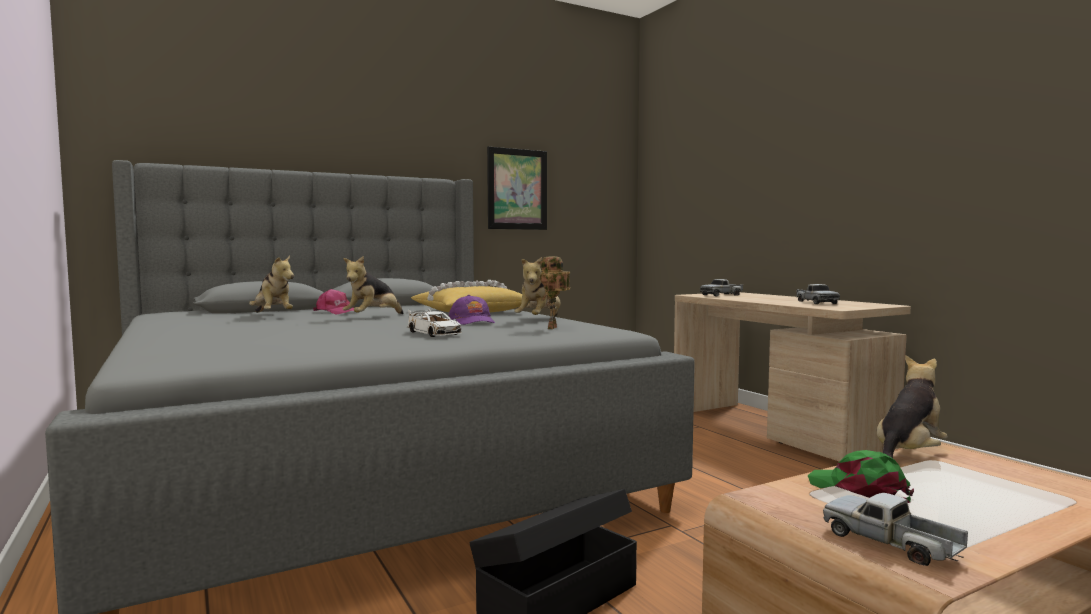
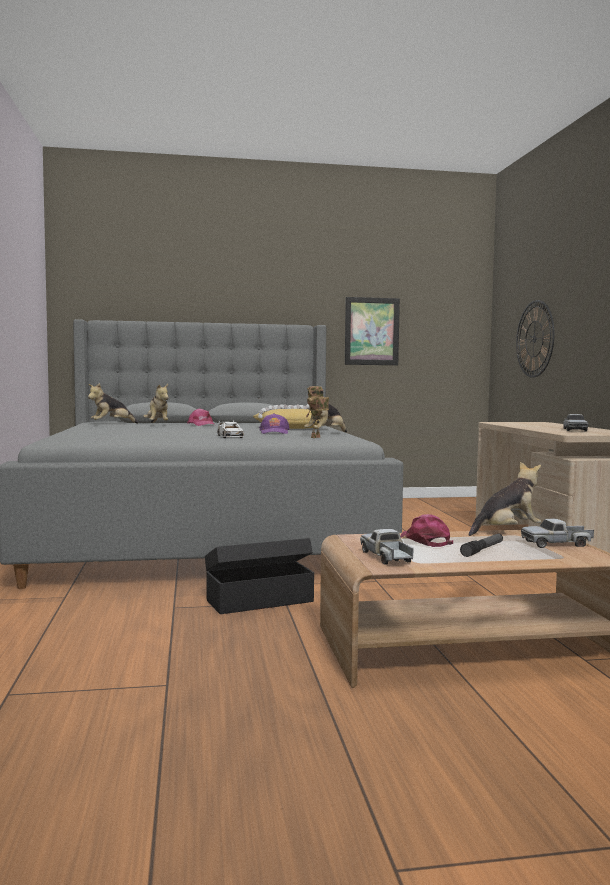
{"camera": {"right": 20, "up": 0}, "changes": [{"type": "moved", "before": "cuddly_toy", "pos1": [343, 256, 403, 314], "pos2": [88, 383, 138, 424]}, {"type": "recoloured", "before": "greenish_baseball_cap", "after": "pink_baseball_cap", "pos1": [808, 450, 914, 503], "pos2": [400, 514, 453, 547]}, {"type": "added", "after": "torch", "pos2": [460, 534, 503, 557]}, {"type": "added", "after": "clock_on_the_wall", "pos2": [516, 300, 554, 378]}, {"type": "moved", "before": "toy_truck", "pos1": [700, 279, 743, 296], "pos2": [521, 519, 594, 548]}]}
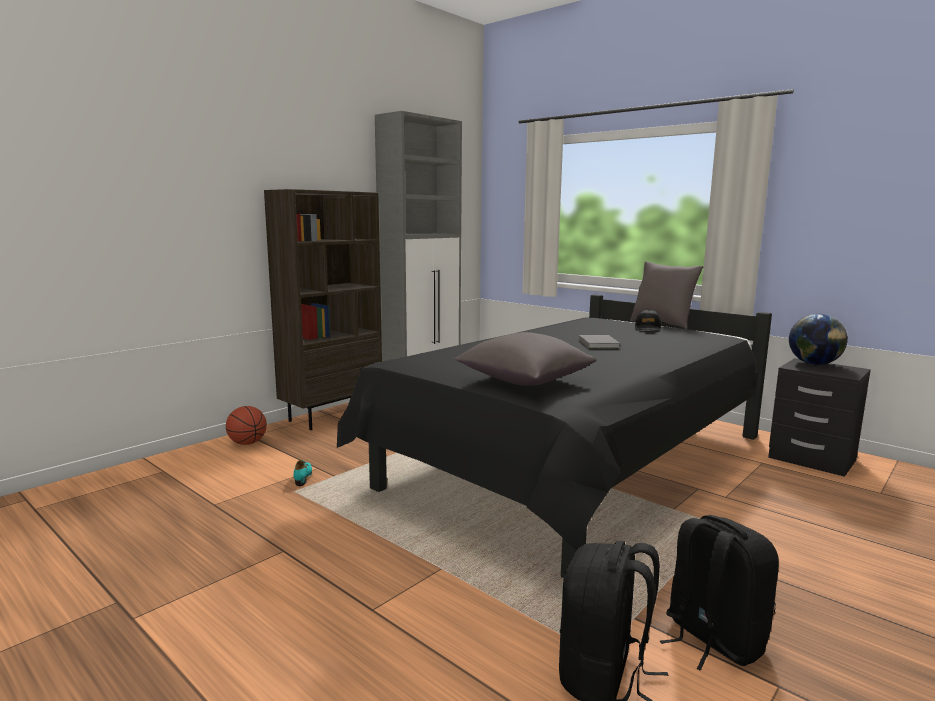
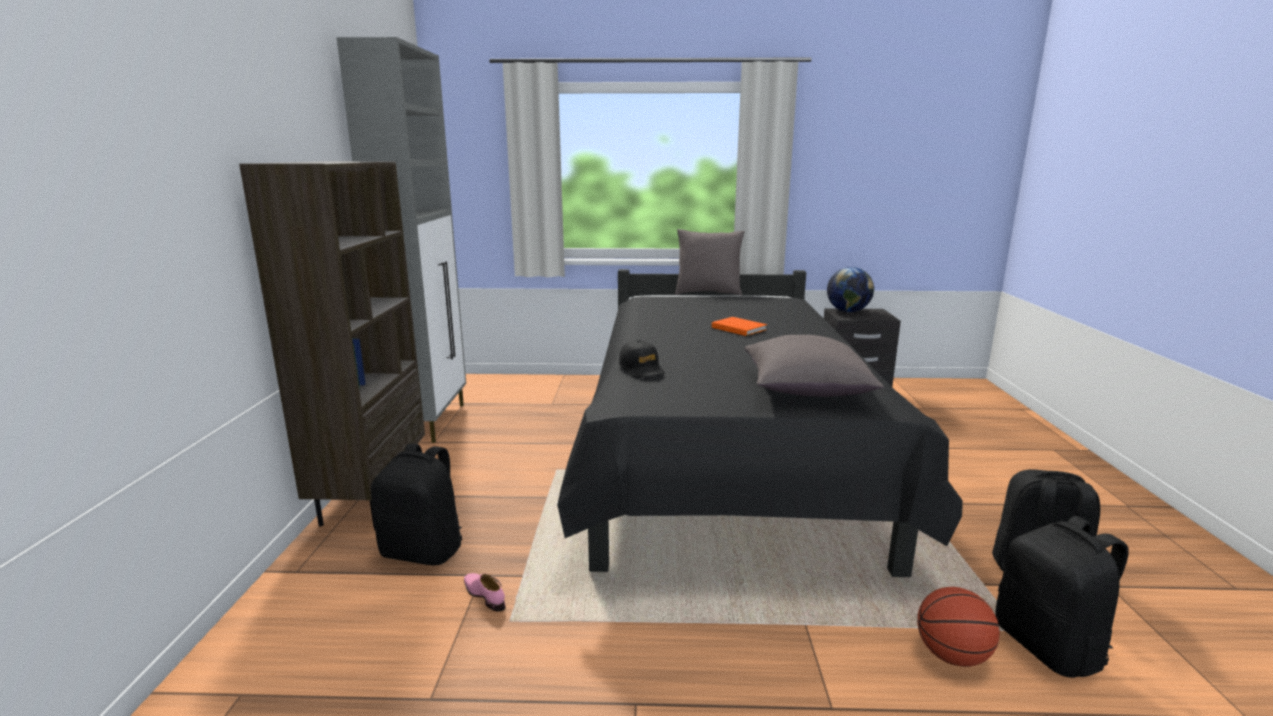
{"camera": {"right": -40, "up": 5}, "changes": [{"type": "added", "after": "black_knapsack", "pos2": [371, 443, 462, 566]}, {"type": "recoloured", "before": "turquoise_shoe", "after": "pink_shoe", "pos1": [293, 460, 312, 486], "pos2": [464, 573, 505, 612]}, {"type": "moved", "before": "black_baseball_cap", "pos1": [635, 309, 661, 332], "pos2": [619, 340, 665, 377]}, {"type": "recoloured", "before": "greyish_bound_book", "after": "orangey_bound_book", "pos1": [579, 335, 620, 349], "pos2": [712, 317, 767, 336]}, {"type": "moved", "before": "basketball", "pos1": [226, 406, 267, 445], "pos2": [917, 587, 1000, 667]}]}
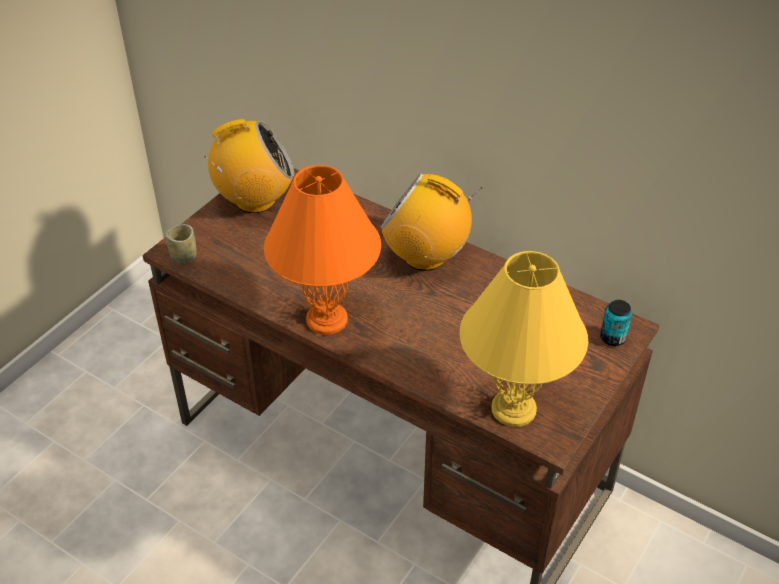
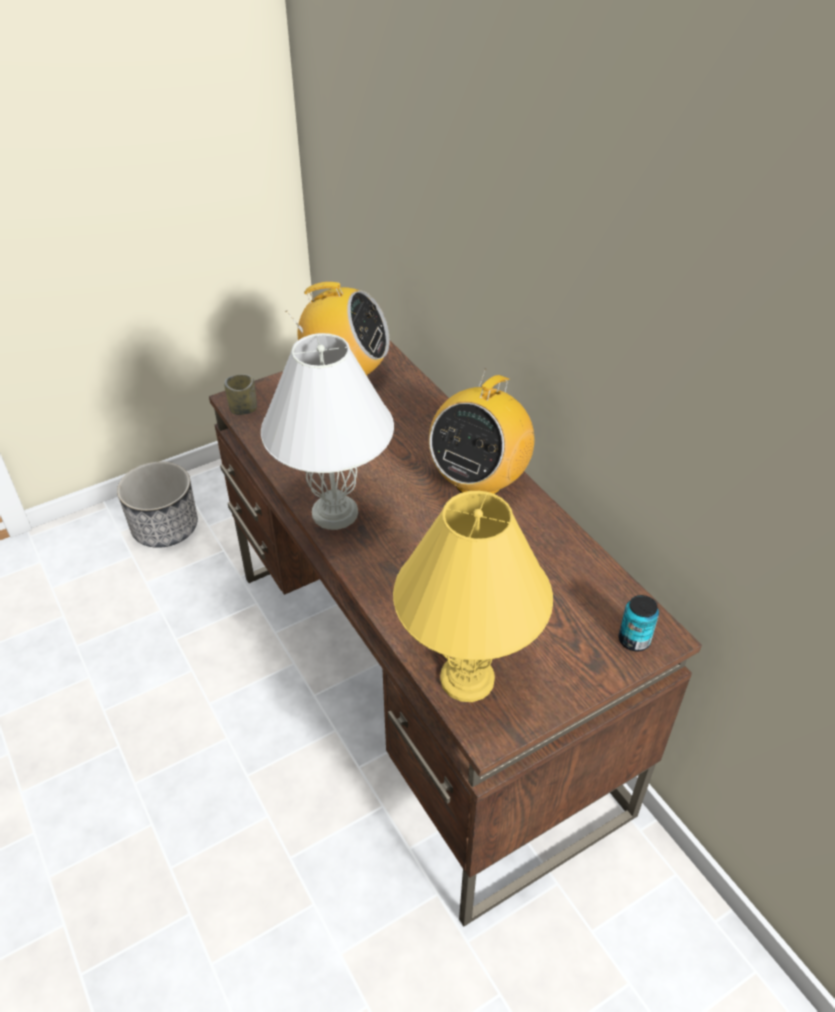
{"camera": {"right": 25, "up": 0}, "changes": [{"type": "added", "after": "planter", "pos2": [117, 461, 198, 548]}, {"type": "recoloured", "before": "orangey_tabletop_lamp", "after": "white-coloured_tabletop_lamp", "pos1": [264, 165, 381, 335], "pos2": [261, 333, 394, 530]}, {"type": "turned", "before": "radio_receiver", "pos1": [380, 173, 483, 271], "pos2": [429, 368, 534, 494], "turn": -105}]}
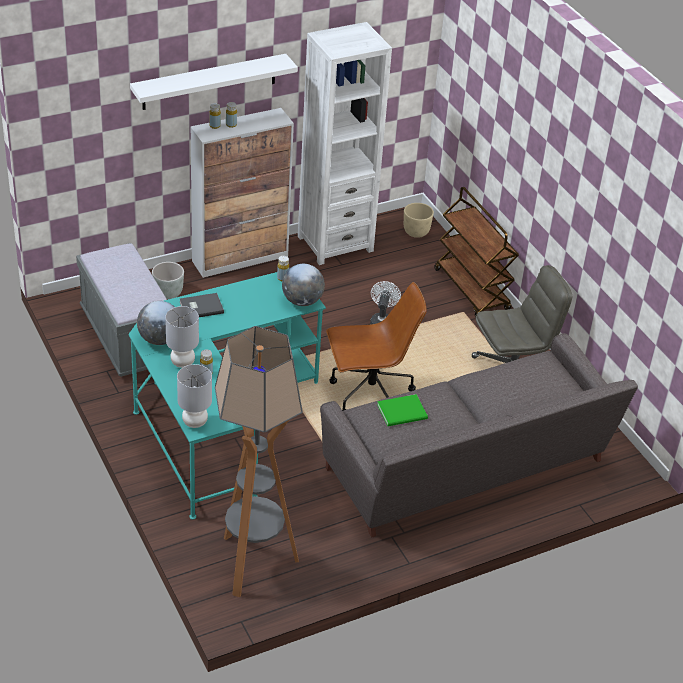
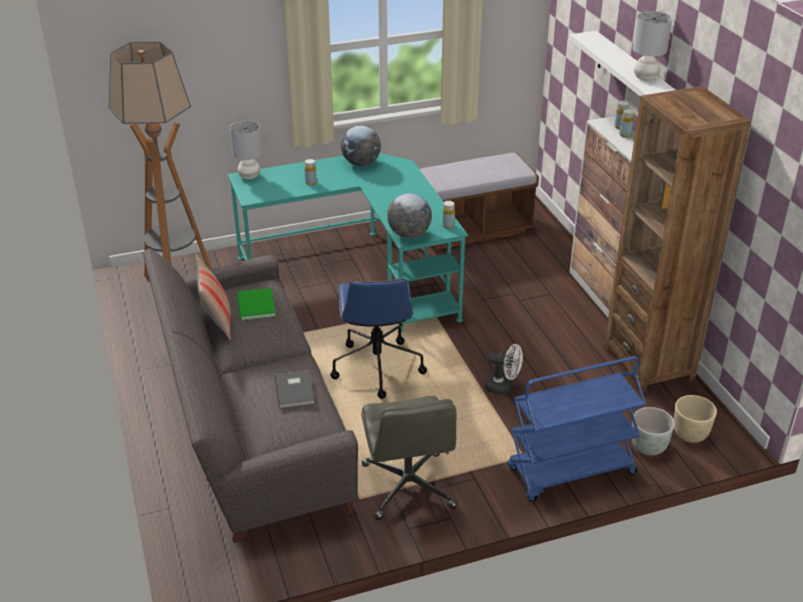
{"camera": {"right": 100, "up": -5}, "changes": [{"type": "added", "after": "throw_pillow", "pos2": [195, 254, 231, 341]}, {"type": "moved", "before": "greyish_bound_book", "pos1": [180, 293, 224, 317], "pos2": [274, 370, 315, 409]}, {"type": "recoloured", "before": "brown_desk_chair", "after": "blue_desk_chair", "pos1": [326, 282, 427, 411], "pos2": [330, 278, 427, 399]}, {"type": "recoloured", "before": "greyish_long_seat", "after": "brown_long_seat", "pos1": [76, 243, 167, 377], "pos2": [419, 152, 539, 250]}, {"type": "recoloured", "before": "brown_trolley", "after": "blue_trolley", "pos1": [434, 187, 519, 317], "pos2": [507, 356, 646, 502]}, {"type": "recoloured", "before": "white-coloured_bookshelf", "after": "brown_bookshelf", "pos1": [298, 22, 392, 265], "pos2": [604, 86, 751, 393]}, {"type": "moved", "before": "greyish_planter", "pos1": [152, 262, 184, 299], "pos2": [632, 407, 675, 456]}, {"type": "moved", "before": "greyish_tabletop_lamp", "pos1": [165, 306, 199, 368], "pos2": [633, 11, 672, 81]}]}
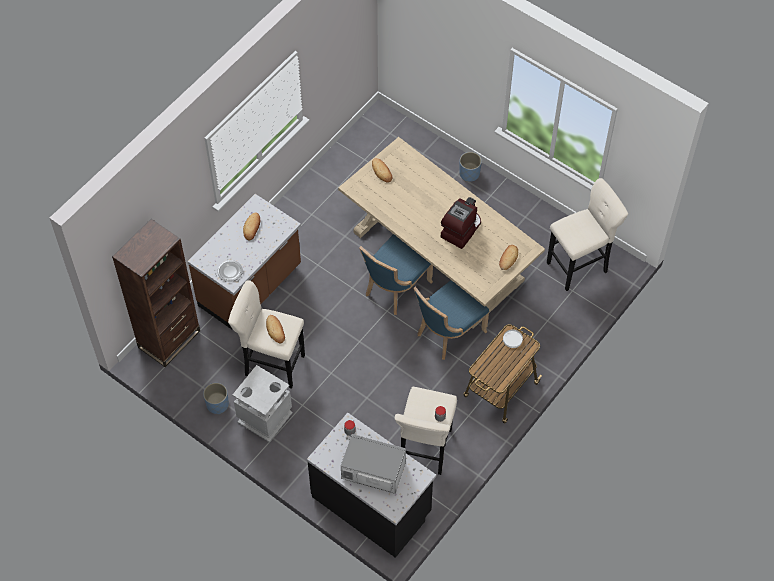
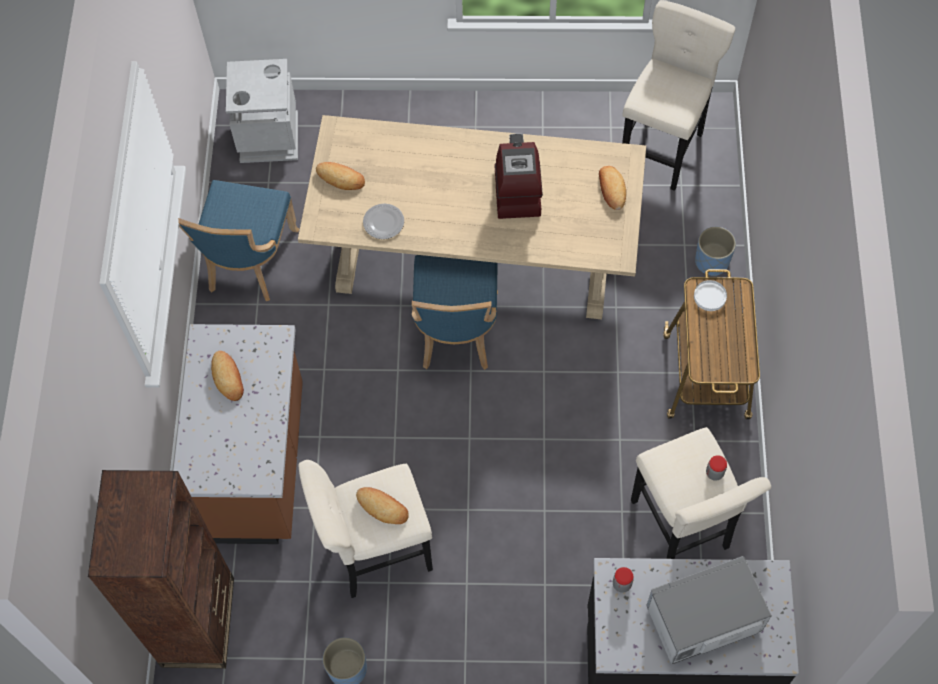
{"camera": {"right": -35, "up": 5}, "changes": [{"type": "moved", "before": "blue_upright_chair", "pos1": [413, 280, 489, 360], "pos2": [178, 180, 299, 301]}, {"type": "moved", "before": "greyish_rubbish_bin", "pos1": [232, 365, 293, 443], "pos2": [226, 59, 298, 163]}, {"type": "moved", "before": "plate", "pos1": [217, 260, 243, 282], "pos2": [363, 203, 404, 239]}, {"type": "moved", "before": "blue_planter", "pos1": [459, 152, 482, 182], "pos2": [695, 227, 736, 276]}]}
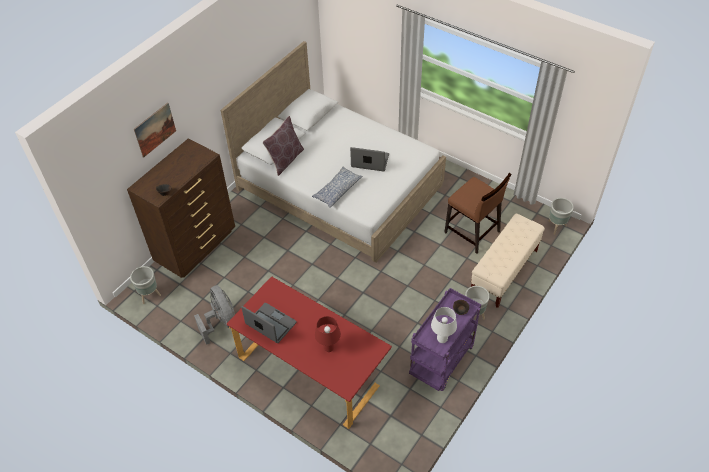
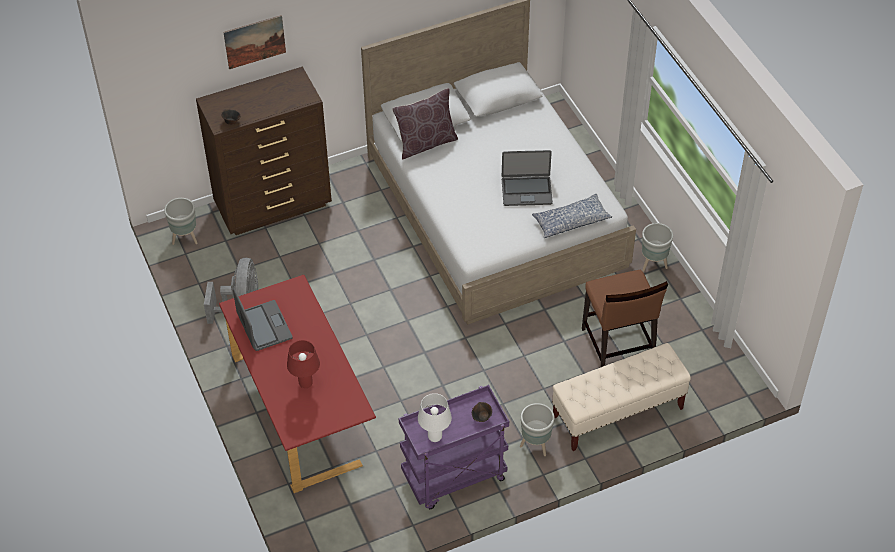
{"camera": {"right": 30, "up": 0}, "changes": [{"type": "turned", "before": "portable_computer", "pos1": [350, 147, 389, 172], "pos2": [502, 150, 553, 206], "turn": 135}, {"type": "moved", "before": "throw_pillow", "pos1": [312, 167, 362, 208], "pos2": [532, 194, 612, 239]}, {"type": "moved", "before": "greyish_planter", "pos1": [548, 198, 574, 235], "pos2": [642, 223, 673, 272]}]}
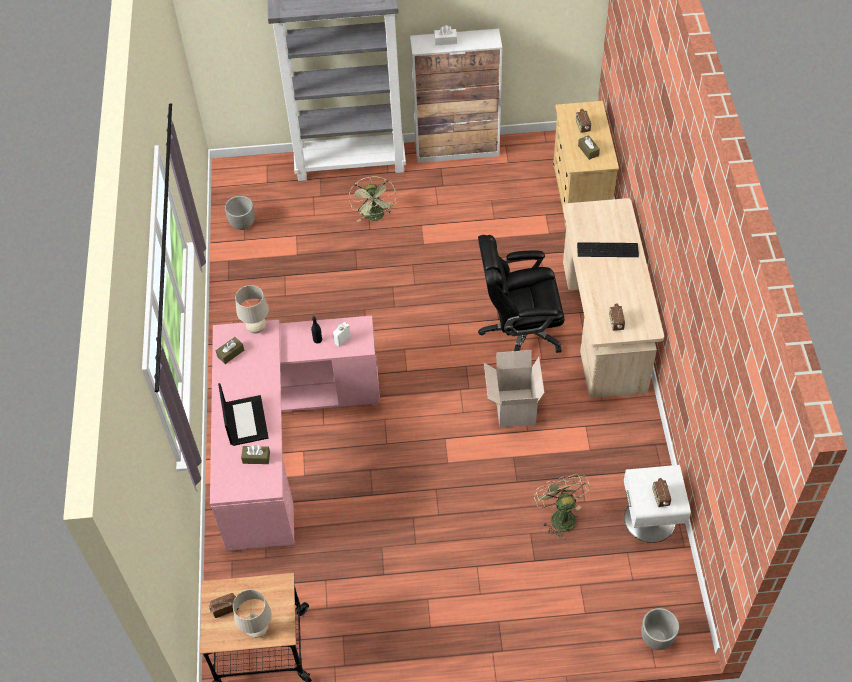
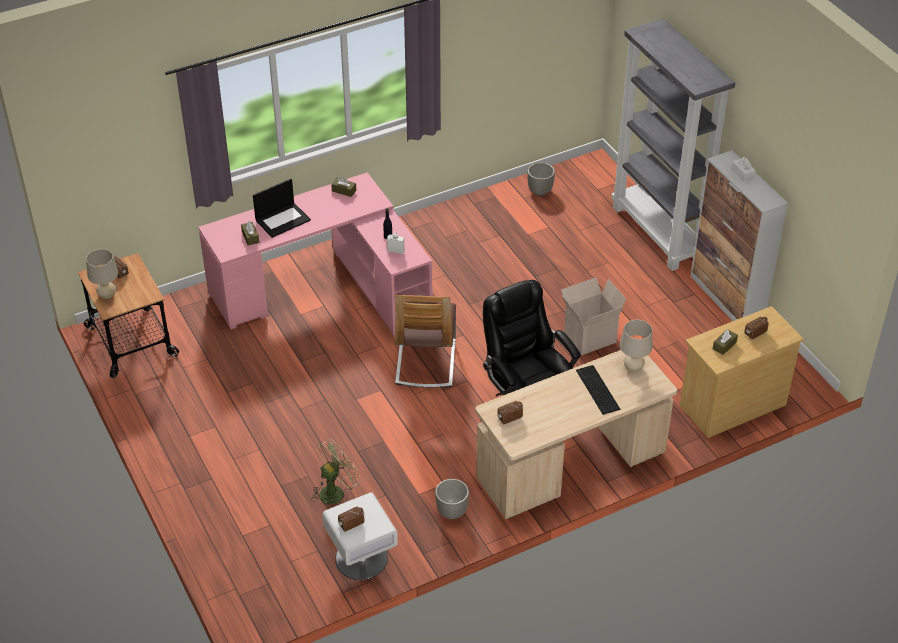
{"camera": {"right": 65, "up": -10}, "changes": [{"type": "added", "after": "upright_chair", "pos2": [394, 295, 456, 388]}, {"type": "moved", "before": "planter", "pos1": [641, 608, 679, 650], "pos2": [435, 479, 469, 519]}, {"type": "moved", "before": "cardboard_box", "pos1": [484, 350, 544, 427], "pos2": [561, 277, 626, 355]}, {"type": "moved", "before": "beige_tabletop_lamp", "pos1": [235, 285, 269, 334], "pos2": [620, 320, 652, 372]}, {"type": "removed", "before": "greenish_fan", "pos1": [349, 176, 396, 222]}]}
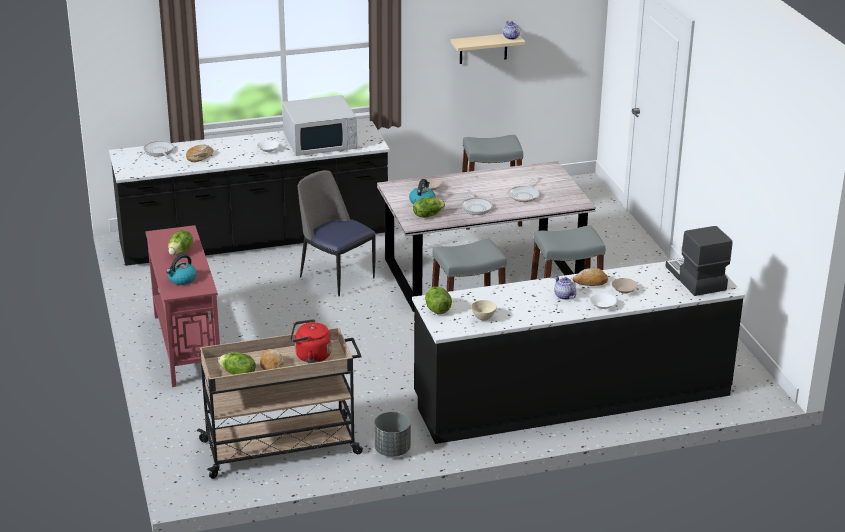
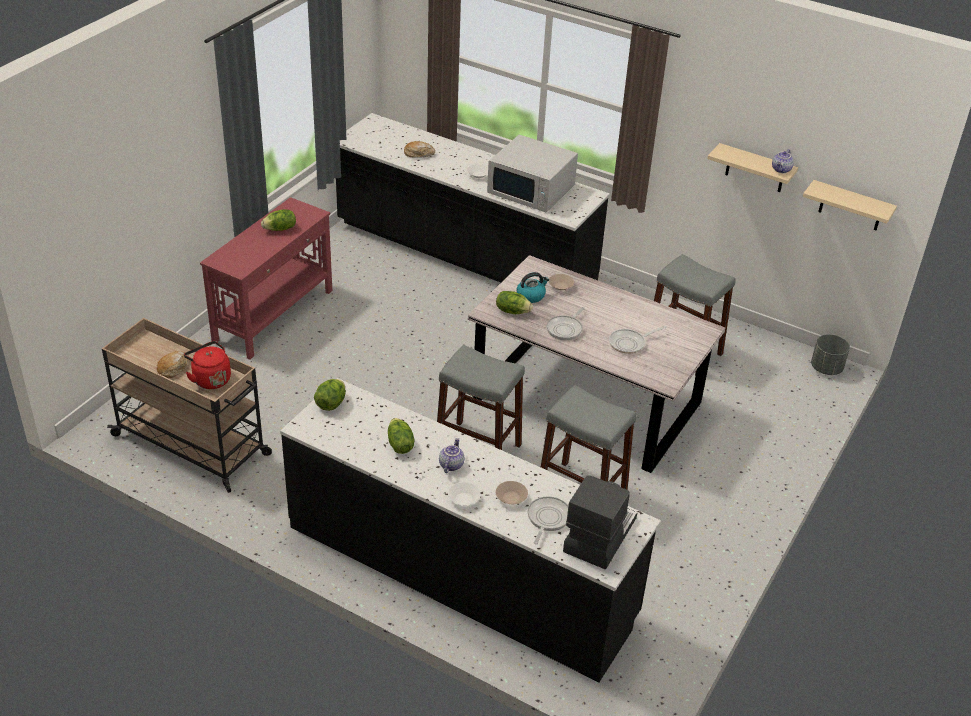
{"camera": {"right": 45, "up": 10}, "changes": [{"type": "moved", "before": "lettuce", "pos1": [218, 352, 256, 375], "pos2": [388, 418, 415, 454]}, {"type": "moved", "before": "pan", "pos1": [144, 141, 174, 159], "pos2": [528, 496, 568, 544]}, {"type": "added", "after": "beige_shelf", "pos2": [803, 180, 897, 230]}, {"type": "moved", "before": "greyish_planter", "pos1": [374, 412, 411, 457], "pos2": [811, 334, 850, 375]}, {"type": "removed", "before": "kettle", "pos1": [166, 254, 197, 285]}, {"type": "removed", "before": "upright_chair", "pos1": [298, 170, 376, 296]}, {"type": "removed", "before": "beige_deep_dish", "pos1": [471, 300, 497, 321]}, {"type": "removed", "before": "bakery_bread", "pos1": [572, 268, 608, 286]}]}
